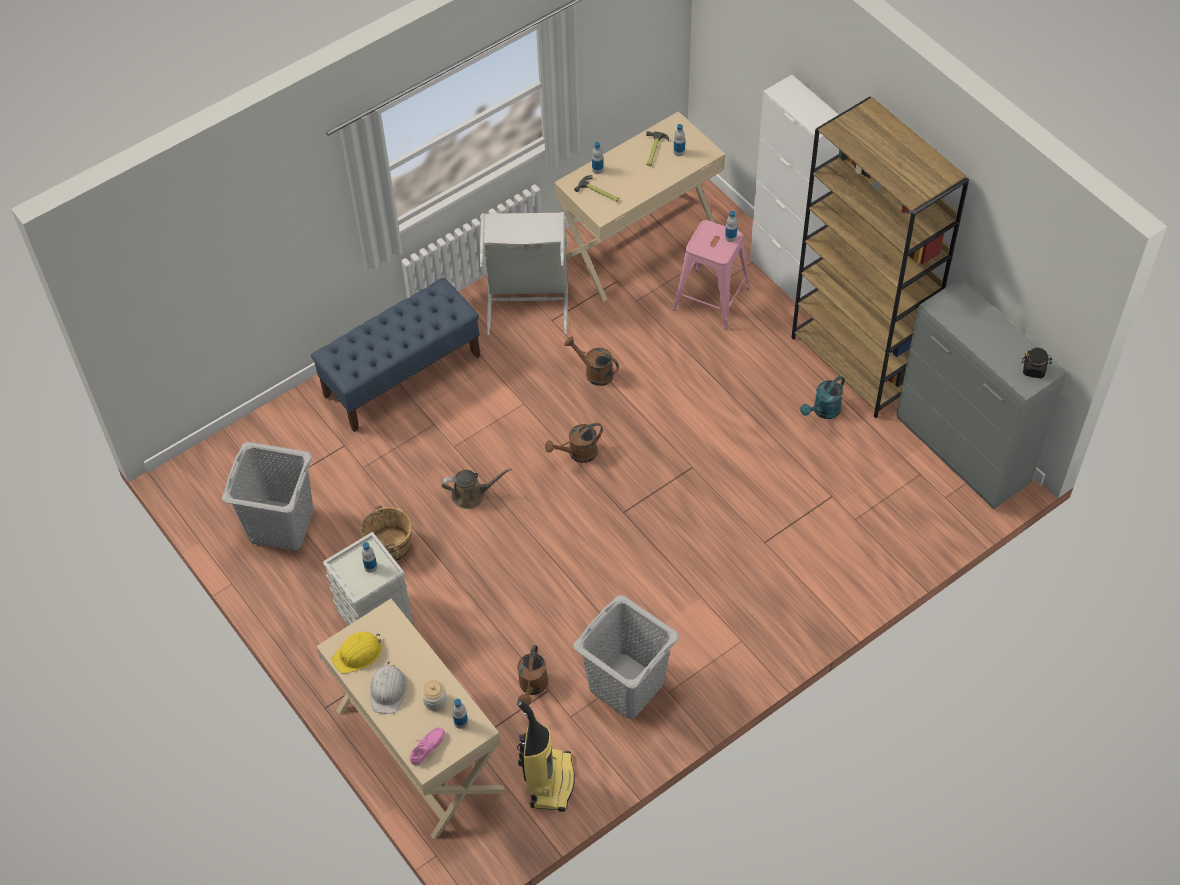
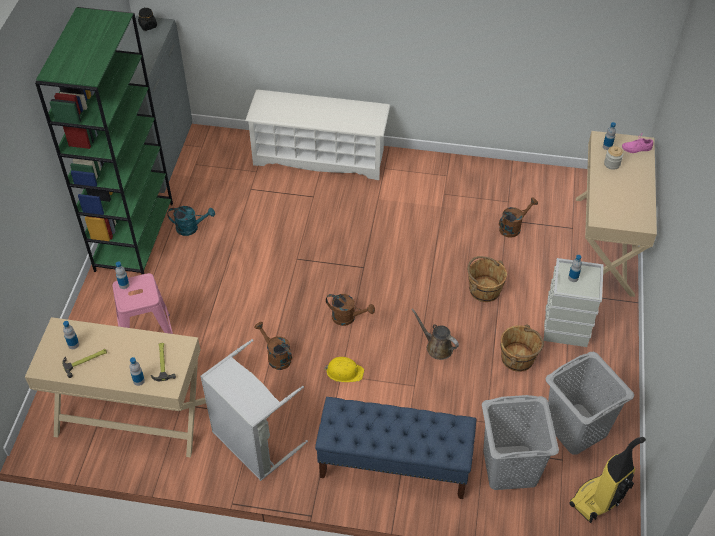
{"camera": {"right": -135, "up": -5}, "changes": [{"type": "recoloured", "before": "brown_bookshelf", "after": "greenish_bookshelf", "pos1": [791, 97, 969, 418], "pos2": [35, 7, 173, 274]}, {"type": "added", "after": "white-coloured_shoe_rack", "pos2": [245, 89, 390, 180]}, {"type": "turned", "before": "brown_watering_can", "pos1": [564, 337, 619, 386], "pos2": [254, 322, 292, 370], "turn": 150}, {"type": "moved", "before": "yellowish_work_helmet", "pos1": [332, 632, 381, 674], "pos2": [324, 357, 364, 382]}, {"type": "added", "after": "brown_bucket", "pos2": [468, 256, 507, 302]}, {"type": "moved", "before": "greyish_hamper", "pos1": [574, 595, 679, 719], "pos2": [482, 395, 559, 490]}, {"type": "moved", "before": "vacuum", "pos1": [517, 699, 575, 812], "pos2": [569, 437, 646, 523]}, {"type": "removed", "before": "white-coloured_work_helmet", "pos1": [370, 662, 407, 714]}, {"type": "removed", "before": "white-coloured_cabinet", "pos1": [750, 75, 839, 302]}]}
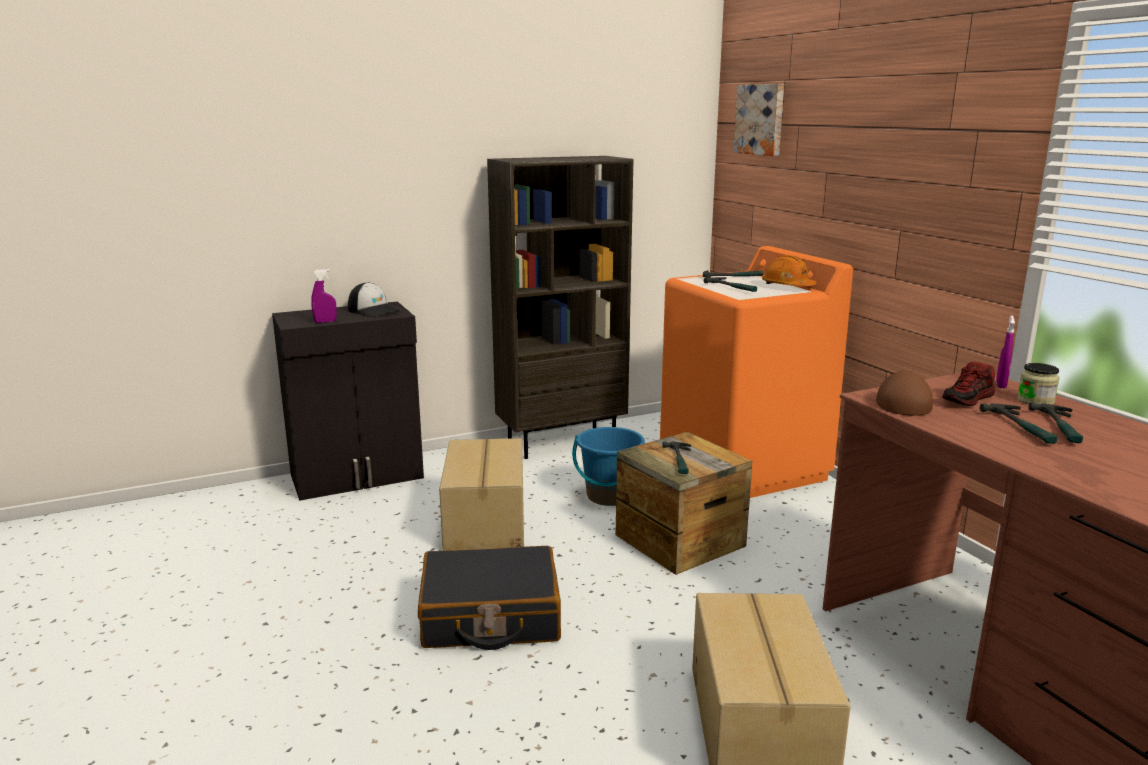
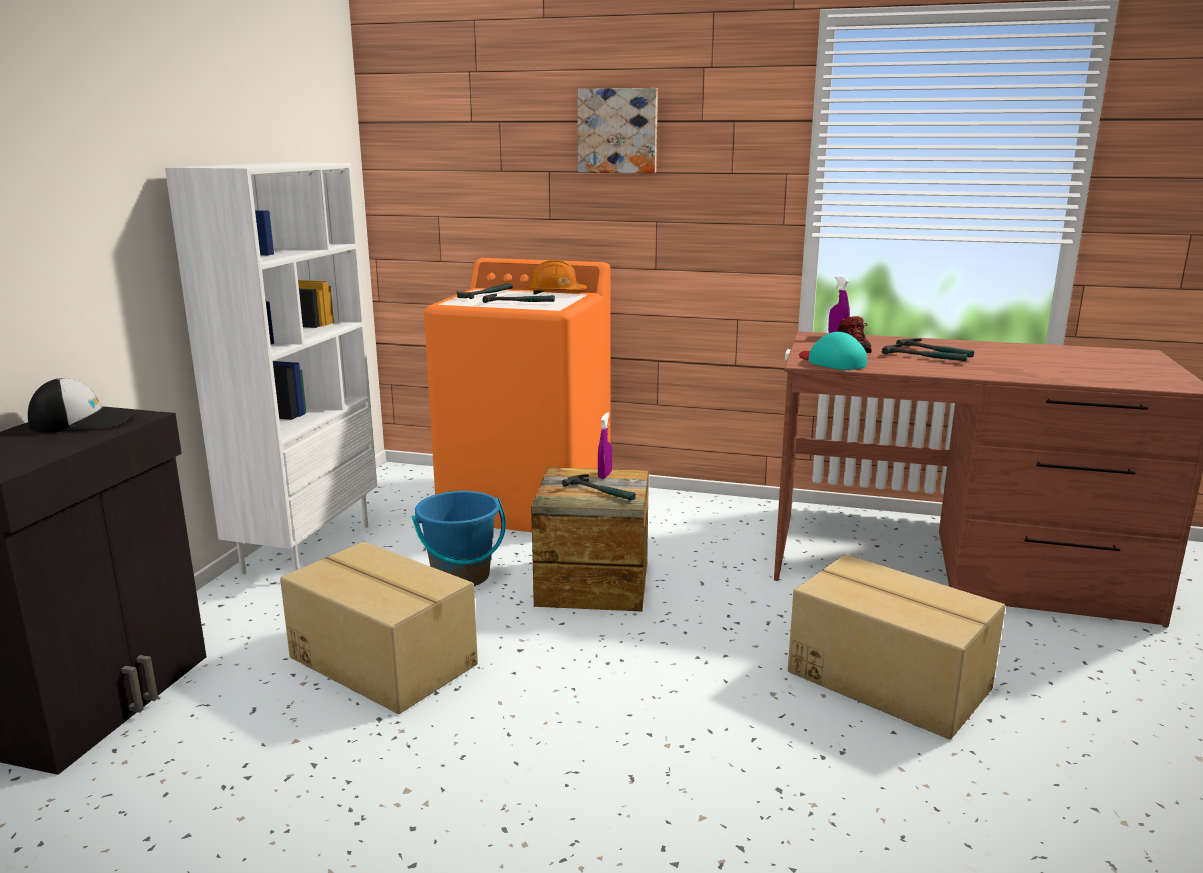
{"camera": {"right": -50, "up": 0}, "changes": [{"type": "recoloured", "before": "brown_bookshelf", "after": "white-coloured_bookshelf", "pos1": [487, 156, 634, 459], "pos2": [165, 162, 377, 574]}, {"type": "moved", "before": "picture", "pos1": [733, 84, 784, 156], "pos2": [577, 88, 658, 173]}, {"type": "moved", "before": "purple_hand_sprayer", "pos1": [311, 269, 337, 323], "pos2": [598, 412, 612, 479]}, {"type": "recoloured", "before": "brown_baseball_cap", "after": "turquoise_baseball_cap", "pos1": [876, 370, 933, 416], "pos2": [799, 332, 867, 370]}, {"type": "removed", "before": "black_suitcase", "pos1": [418, 546, 561, 650]}, {"type": "removed", "before": "jar", "pos1": [1017, 363, 1059, 405]}]}
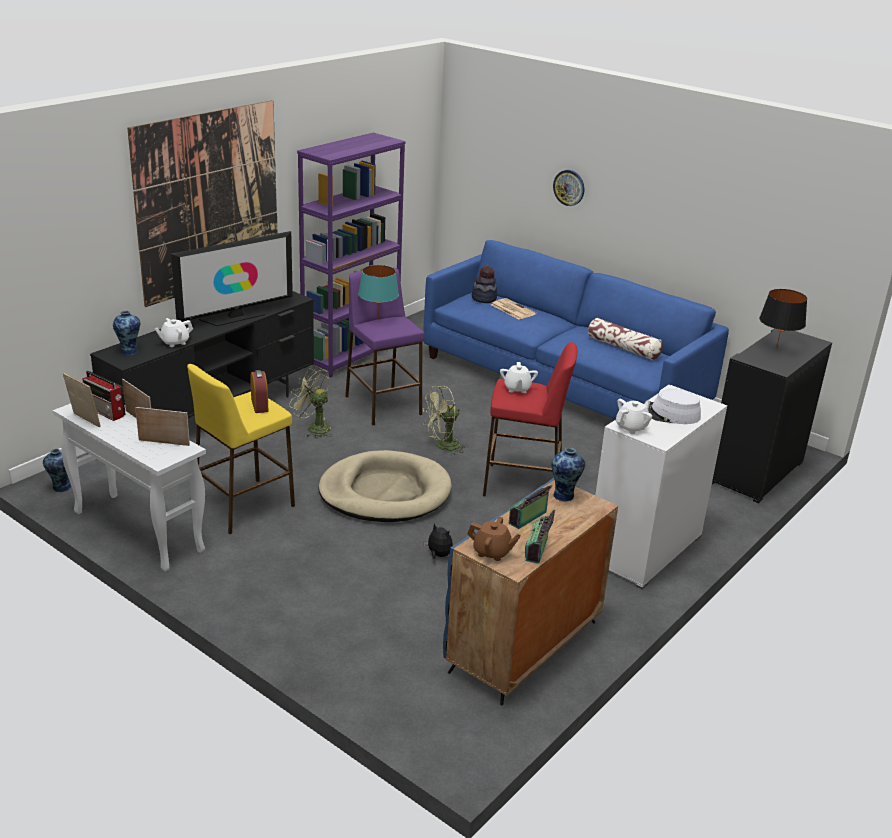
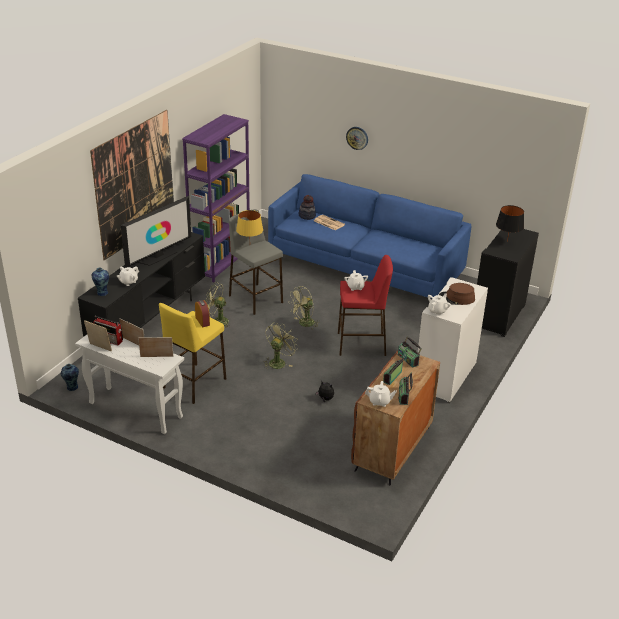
{"camera": {"right": -10, "up": 5}, "changes": [{"type": "recoloured", "before": "purple_stool", "after": "greyish_stool", "pos1": [345, 267, 425, 425], "pos2": [229, 209, 283, 315]}, {"type": "recoloured", "before": "turquoise_tabletop_lamp", "after": "yellowish_tabletop_lamp", "pos1": [358, 265, 399, 313], "pos2": [236, 210, 263, 237]}, {"type": "replaced", "before": "beige_dog_bed", "after": "greenish_fan", "pos1": [318, 450, 452, 522], "pos2": [263, 322, 299, 369]}, {"type": "recoloured", "before": "blue_cabinet", "after": "brown_cabinet", "pos1": [443, 478, 618, 706], "pos2": [351, 350, 440, 485]}, {"type": "recoloured", "before": "brown_teapot", "after": "white-coloured_teapot", "pos1": [467, 517, 521, 561], "pos2": [365, 381, 397, 407]}, {"type": "replaced", "before": "decorative_vase", "after": "radio_receiver", "pos1": [551, 448, 585, 502], "pos2": [398, 336, 422, 368]}, {"type": "recoloured", "before": "white-coloured_clothing_hat", "after": "brown_clothing_hat", "pos1": [643, 389, 701, 424], "pos2": [439, 283, 475, 305]}, {"type": "removed", "before": "throw_pillow", "pos1": [588, 318, 663, 360]}]}
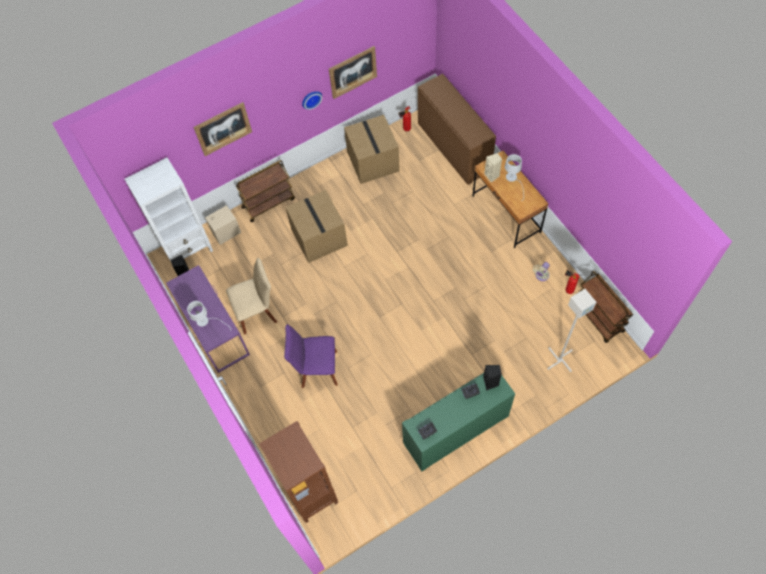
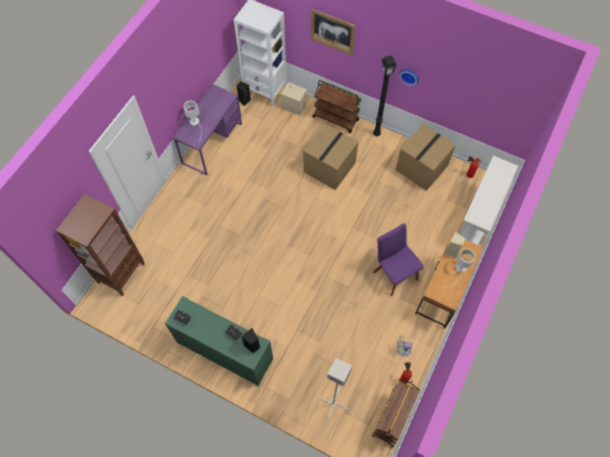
{"camera": {"right": 55, "up": 0}, "changes": [{"type": "added", "after": "black_standard_lamp", "pos2": [373, 56, 397, 136]}, {"type": "moved", "before": "purple_upright_chair", "pos1": [284, 324, 338, 388], "pos2": [373, 223, 424, 296]}, {"type": "replaced", "before": "brown_cabinet", "after": "white-coloured_narrow_table", "pos1": [418, 74, 496, 185], "pos2": [459, 156, 518, 246]}, {"type": "removed", "before": "beige_upright_chair", "pos1": [226, 258, 277, 334]}, {"type": "removed", "before": "picture", "pos1": [329, 46, 377, 99]}]}
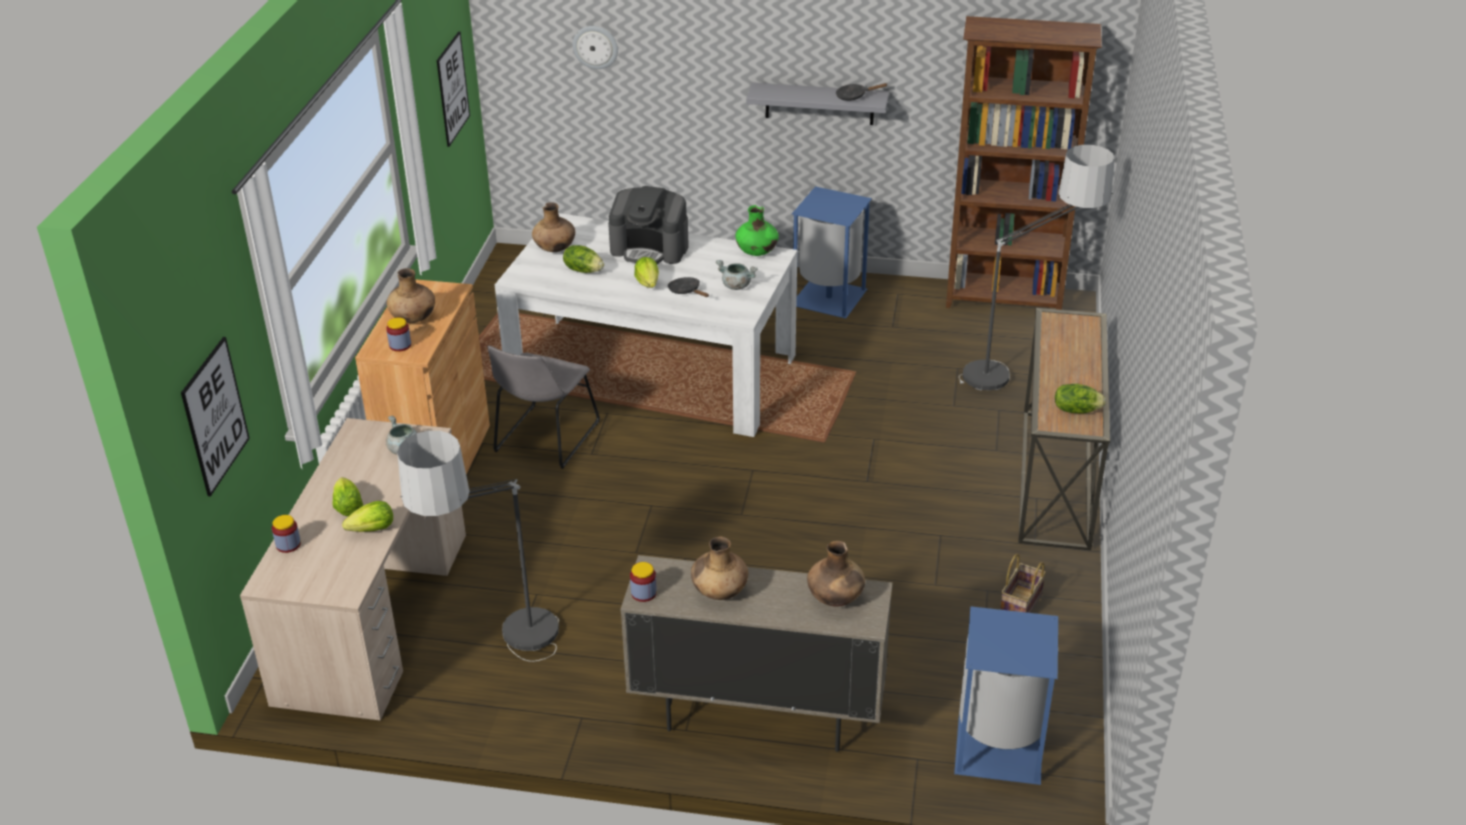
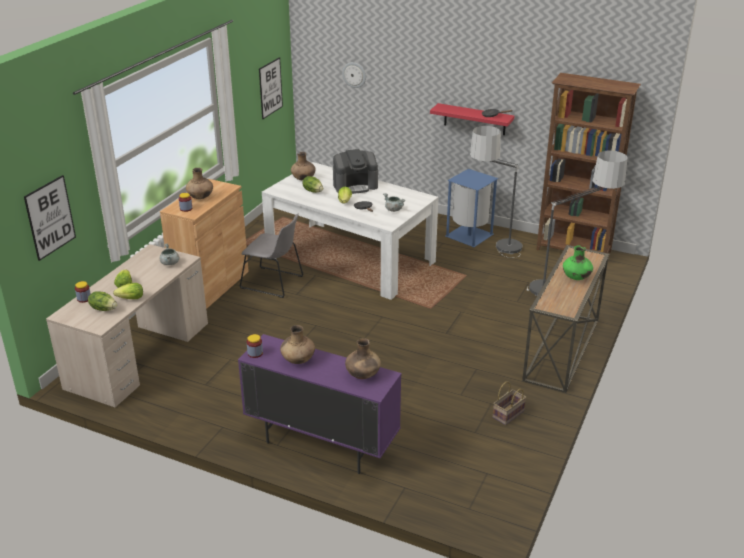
{"camera": {"right": 15, "up": -5}, "changes": [{"type": "moved", "before": "lettuce", "pos1": [1055, 384, 1106, 414], "pos2": [88, 291, 117, 311]}, {"type": "recoloured", "before": "beige_cabinet", "after": "purple_cabinet", "pos1": [620, 555, 893, 752], "pos2": [238, 334, 402, 474]}, {"type": "turned", "before": "greyish_upright_chair", "pos1": [487, 345, 600, 469], "pos2": [239, 214, 304, 298], "turn": -105}, {"type": "turned", "before": "coffee_brewer", "pos1": [608, 186, 689, 264], "pos2": [333, 149, 378, 194], "turn": -45}, {"type": "recoloured", "before": "greyish_shelf", "after": "red-coloured_shelf", "pos1": [746, 82, 889, 125], "pos2": [430, 103, 514, 135]}, {"type": "moved", "before": "standard_lamp", "pos1": [397, 431, 559, 662], "pos2": [470, 126, 522, 258]}, {"type": "moved", "before": "greenish_decorative_vase", "pos1": [735, 205, 779, 256], "pos2": [563, 245, 593, 280]}, {"type": "removed", "before": "blue_rubbish_bin", "pos1": [954, 606, 1058, 785]}]}
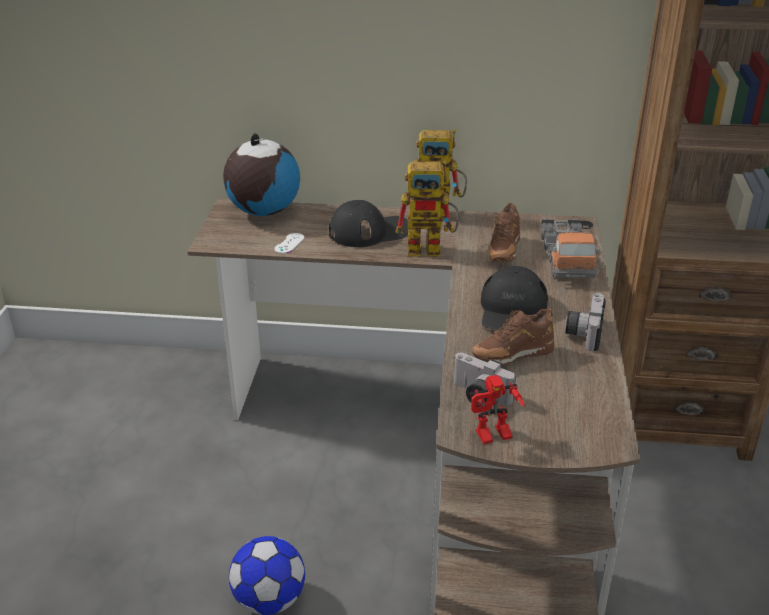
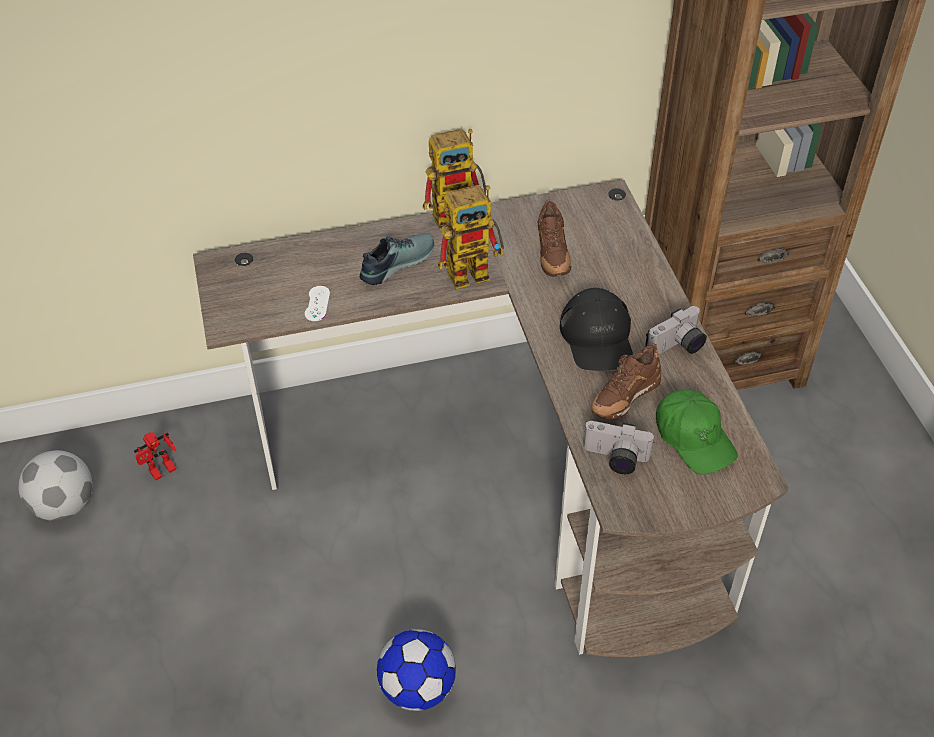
{"camera": {"right": -20, "up": 15}, "changes": [{"type": "added", "after": "football_ball", "pos2": [18, 450, 92, 521]}, {"type": "moved", "before": "robot_figure", "pos1": [469, 375, 525, 444], "pos2": [134, 432, 176, 480]}, {"type": "replaced", "before": "black_baseball_cap", "after": "shoe", "pos1": [329, 200, 408, 247], "pos2": [360, 234, 435, 285]}, {"type": "turned", "before": "photo_camera", "pos1": [565, 293, 606, 351], "pos2": [645, 306, 707, 354], "turn": -120}, {"type": "added", "after": "greenish_baseball_cap", "pos2": [656, 389, 738, 475]}, {"type": "removed", "before": "desk_globe", "pos1": [223, 133, 300, 216]}, {"type": "removed", "before": "toy_truck", "pos1": [541, 218, 600, 278]}]}
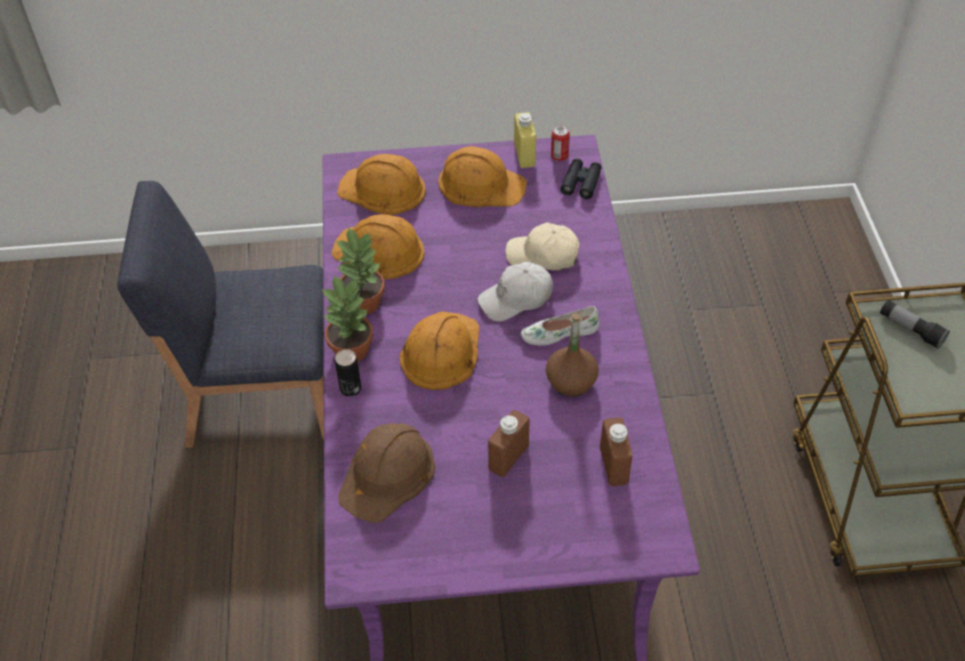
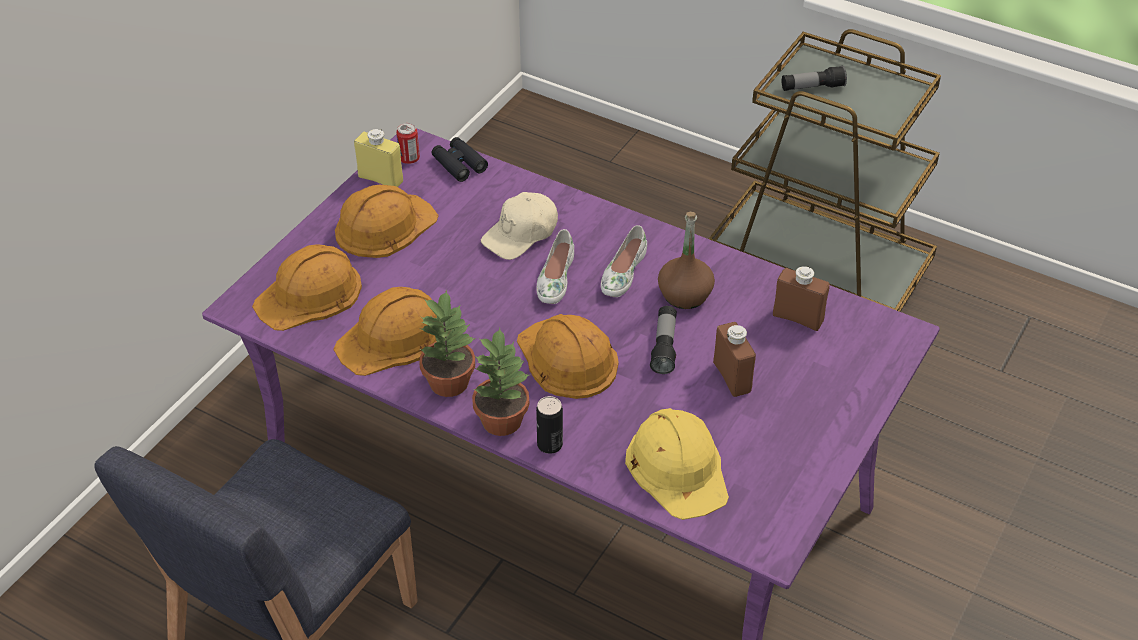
{"camera": {"right": -55, "up": -5}, "changes": [{"type": "replaced", "before": "white-coloured_baseball_cap", "after": "white-coloured_shoe", "pos1": [478, 262, 553, 322], "pos2": [537, 229, 574, 304]}, {"type": "recoloured", "before": "brown_work_helmet", "after": "yellowish_work_helmet", "pos1": [338, 423, 435, 523], "pos2": [625, 408, 729, 520]}, {"type": "added", "after": "torch", "pos2": [650, 306, 677, 374]}]}
